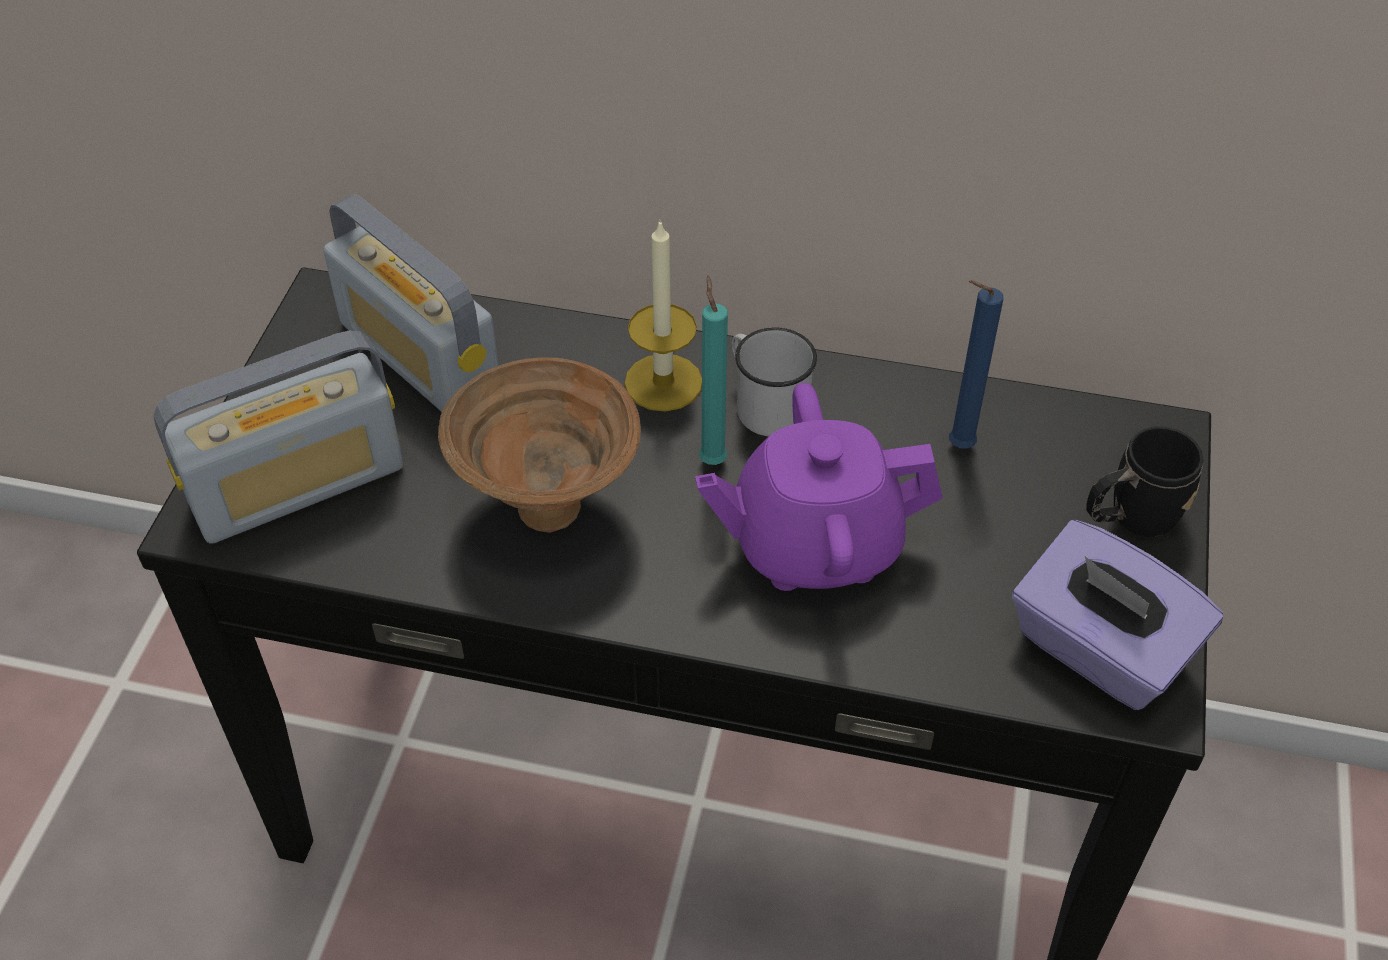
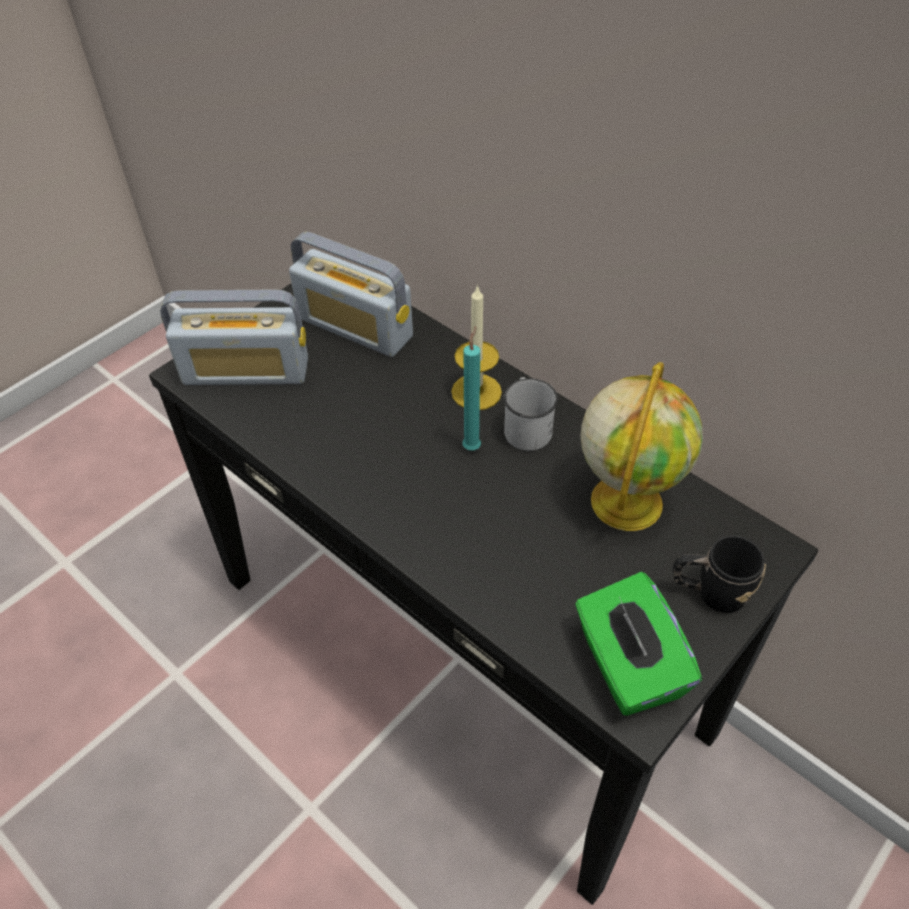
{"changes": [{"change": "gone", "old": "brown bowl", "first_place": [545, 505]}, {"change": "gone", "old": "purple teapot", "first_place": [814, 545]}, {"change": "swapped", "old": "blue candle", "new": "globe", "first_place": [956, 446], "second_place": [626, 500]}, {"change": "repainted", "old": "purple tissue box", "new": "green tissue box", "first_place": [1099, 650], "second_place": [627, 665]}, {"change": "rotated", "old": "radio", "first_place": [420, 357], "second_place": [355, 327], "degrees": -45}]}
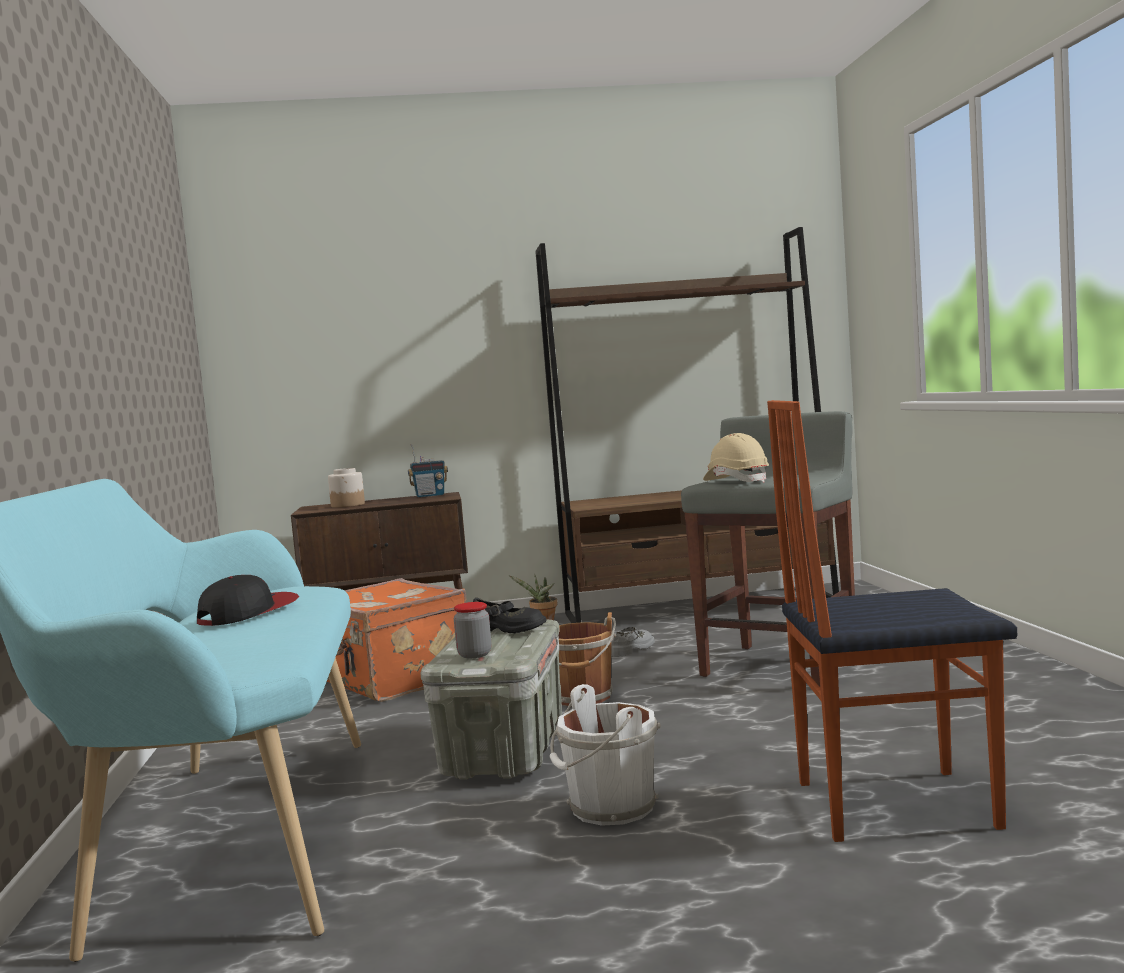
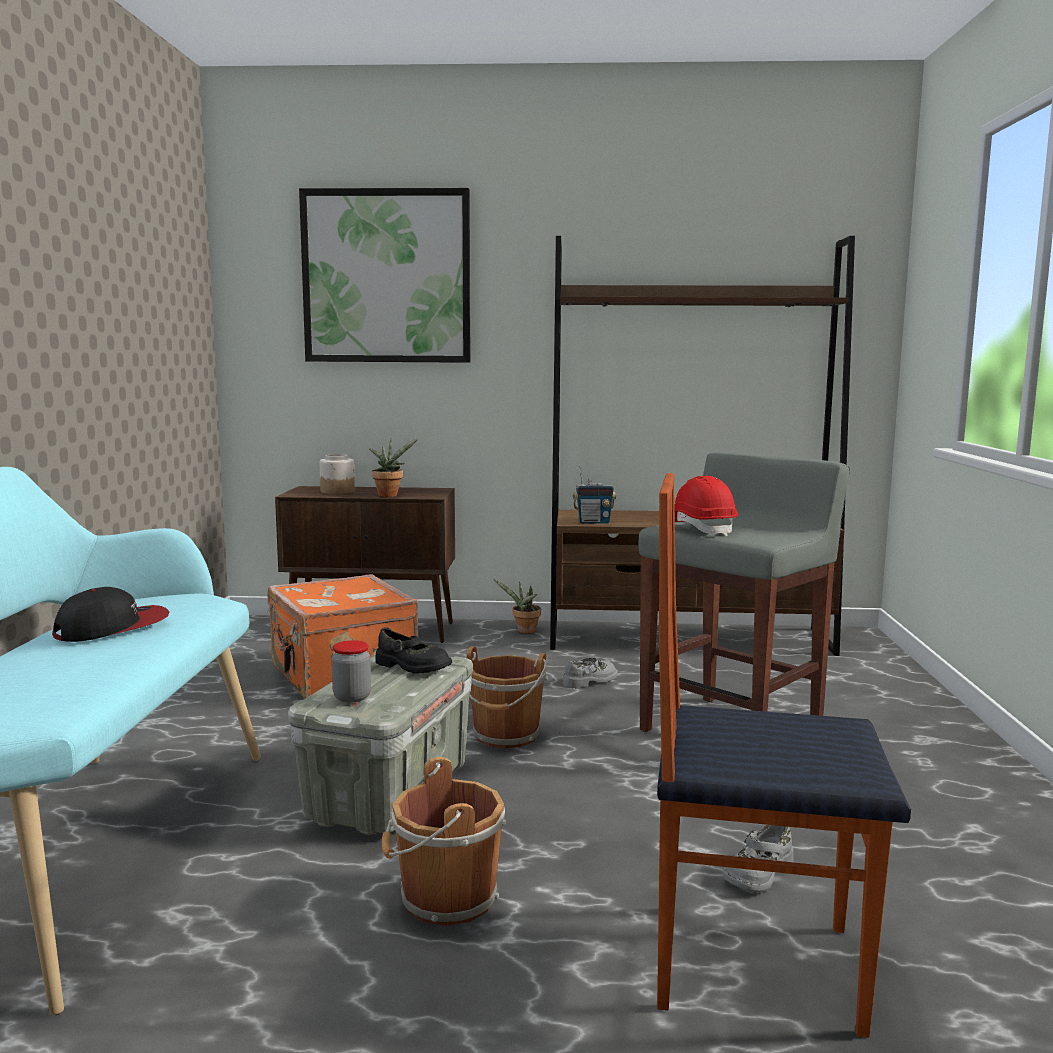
{"changes": [{"change": "new", "new": "picture", "second_place": [386, 277]}, {"change": "new", "new": "potted plant", "second_place": [389, 495]}, {"change": "new", "new": "grey shoe", "second_place": [757, 872]}, {"change": "shifted", "old": "radio", "first_place": [430, 495], "second_place": [593, 522]}, {"change": "repainted", "old": "white bucket", "new": "brown bucket", "first_place": [609, 809], "second_place": [444, 900]}, {"change": "repainted", "old": "beige hard hat", "new": "red hard hat", "first_place": [736, 481], "second_place": [701, 529]}]}
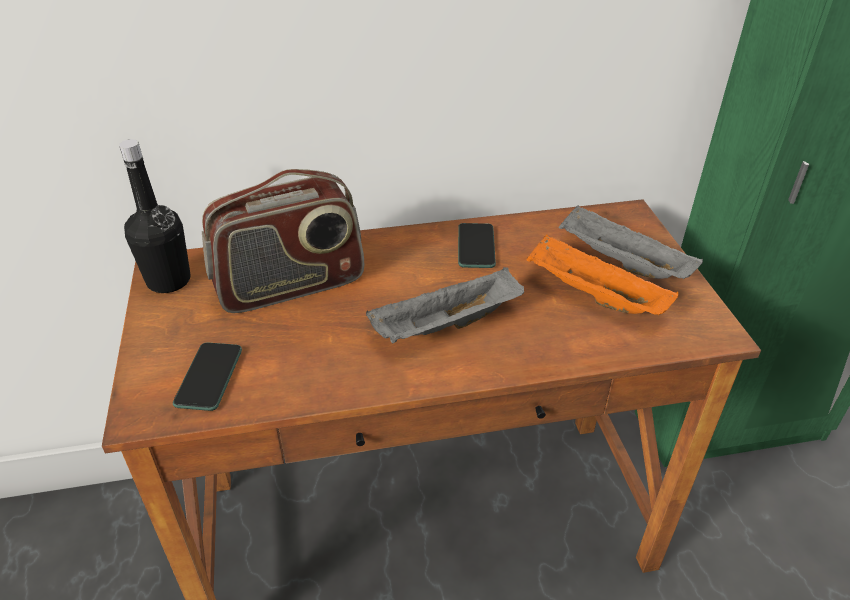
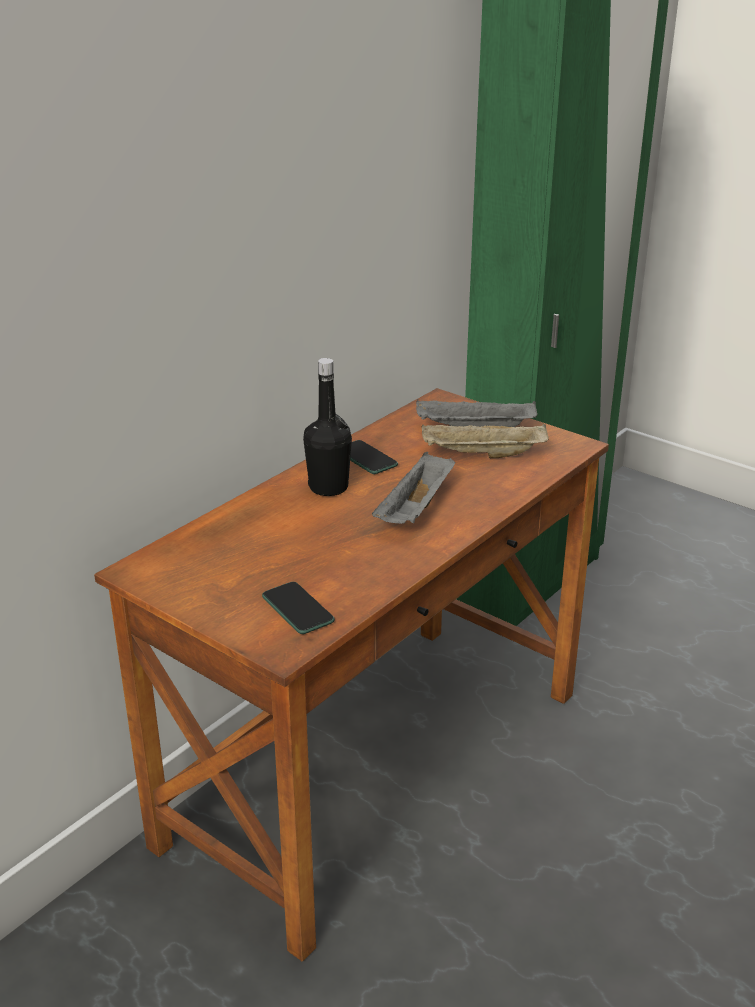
{"changes": [{"change": "gone", "old": "radio", "first_place": [290, 286]}, {"change": "shifted", "old": "black bottle", "first_place": [169, 280], "second_place": [328, 487]}, {"change": "repainted", "old": "orange tray", "new": "beige tray", "first_place": [592, 296], "second_place": [482, 455]}]}
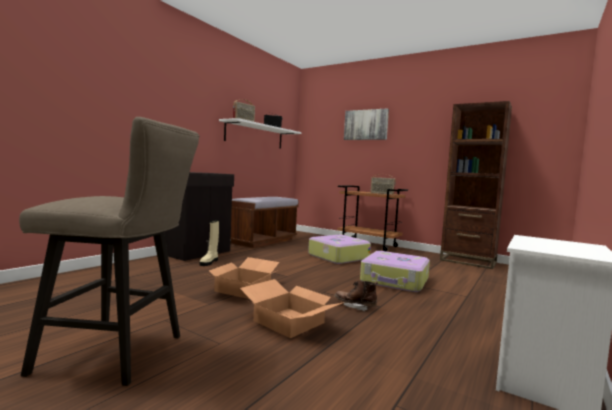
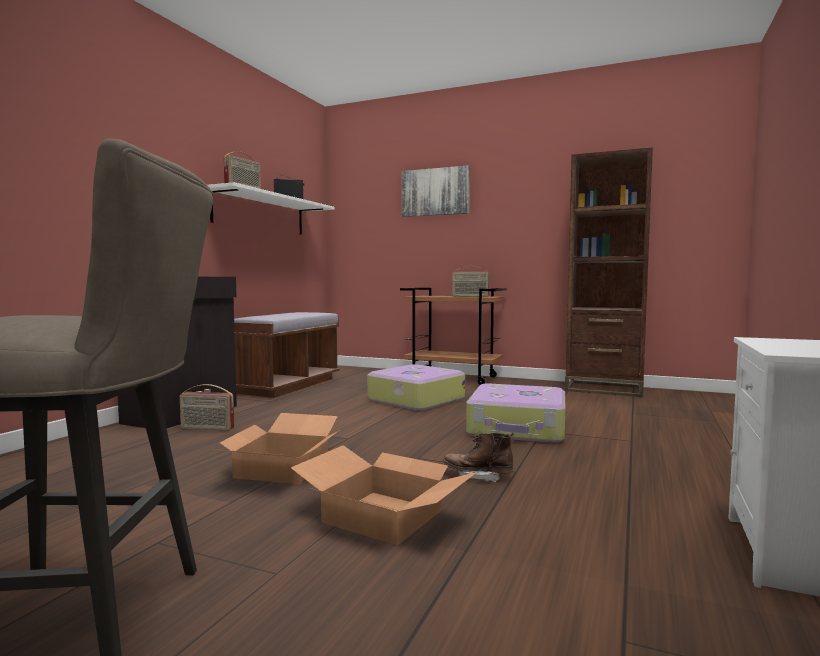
{"changes": [{"change": "swapped", "old": "beige boot", "new": "radio", "first_place": [209, 262], "second_place": [207, 428]}]}
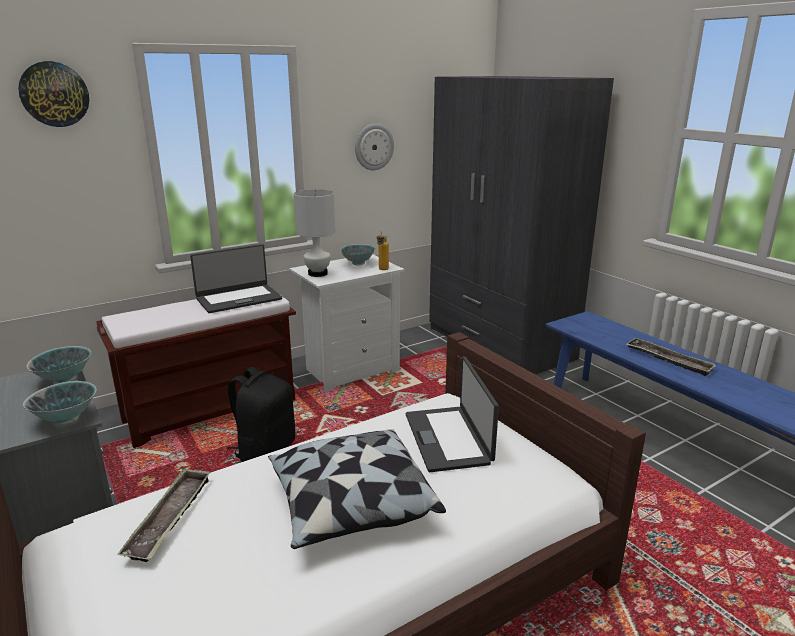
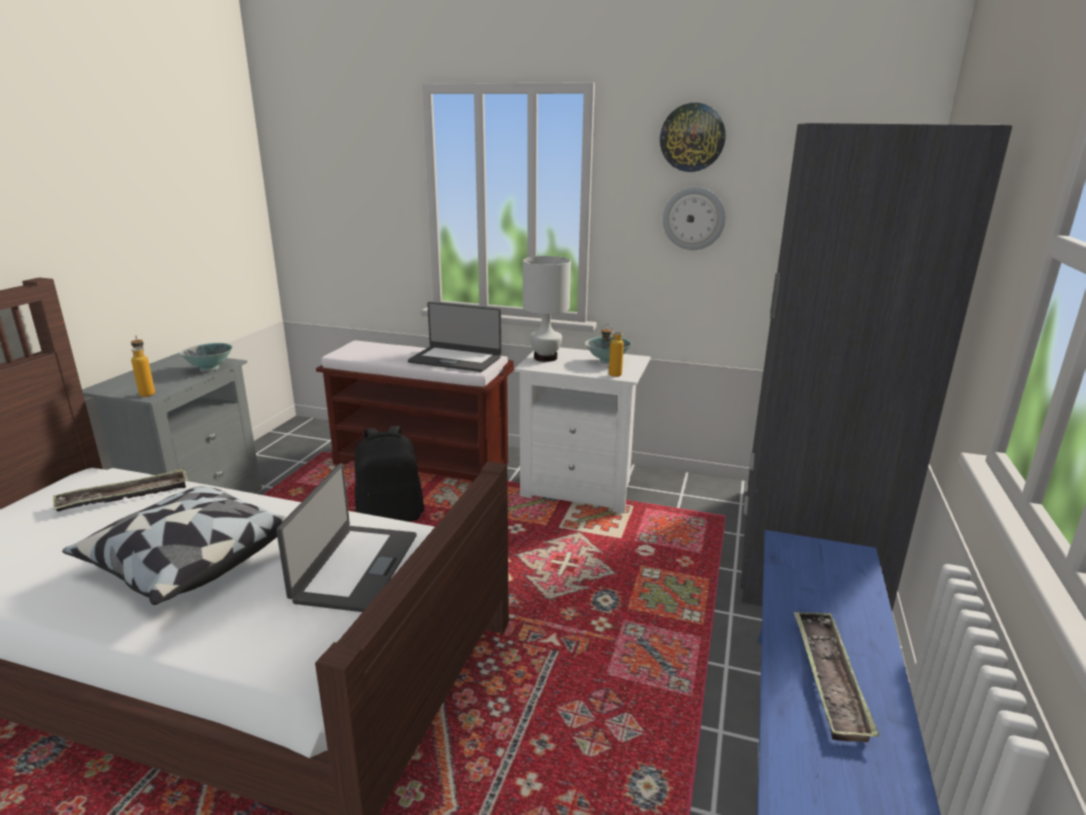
{"changes": [{"change": "shifted", "old": "wall clock", "first_place": [54, 94], "second_place": [692, 137]}, {"change": "swapped", "old": "bowl", "new": "bottle", "first_place": [66, 420], "second_place": [147, 392]}, {"change": "rotated", "old": "laptop", "first_place": [448, 438], "second_place": [355, 567], "degrees": 150}]}
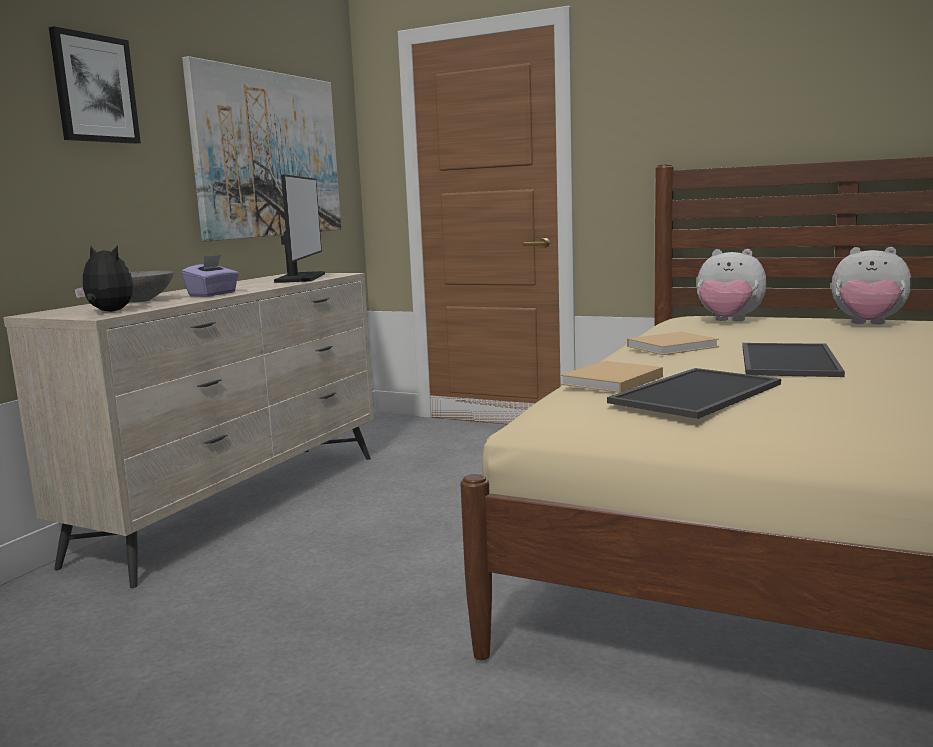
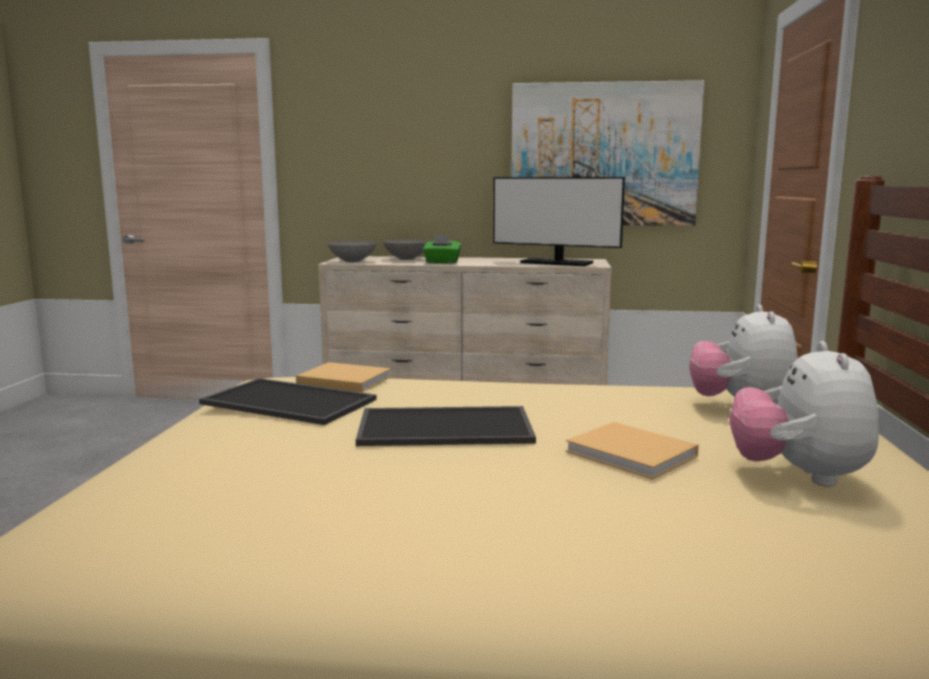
{"changes": [{"change": "gone", "old": "picture", "first_place": [94, 88]}, {"change": "shifted", "old": "beige book", "first_place": [674, 346], "second_place": [634, 455]}, {"change": "swapped", "old": "plush toy", "new": "grey bowl", "first_place": [108, 312], "second_place": [352, 261]}, {"change": "repainted", "old": "purple tissue box", "new": "green tissue box", "first_place": [213, 294], "second_place": [442, 262]}, {"change": "rotated", "old": "monitor", "first_place": [300, 278], "second_place": [556, 263], "degrees": 45}]}
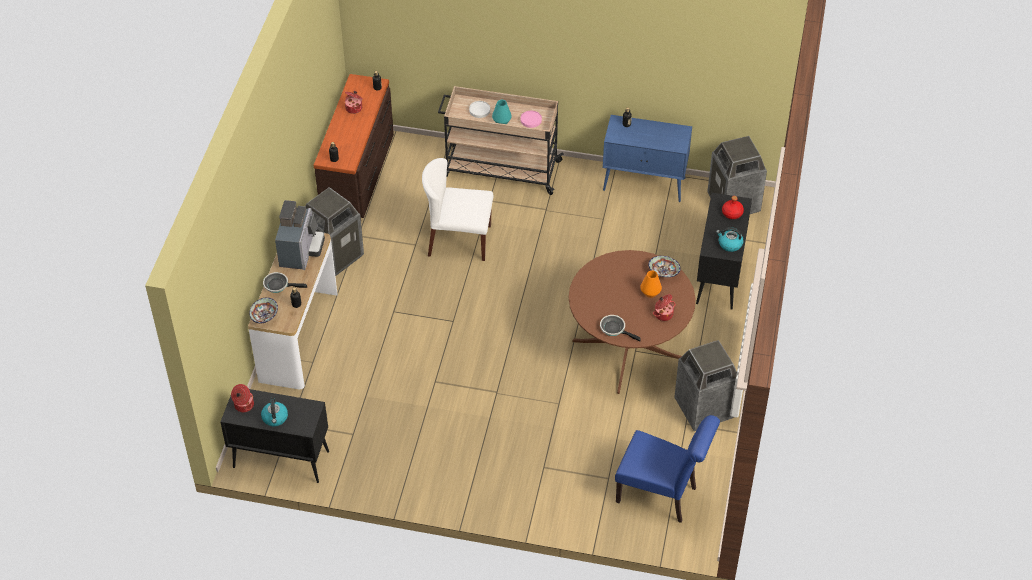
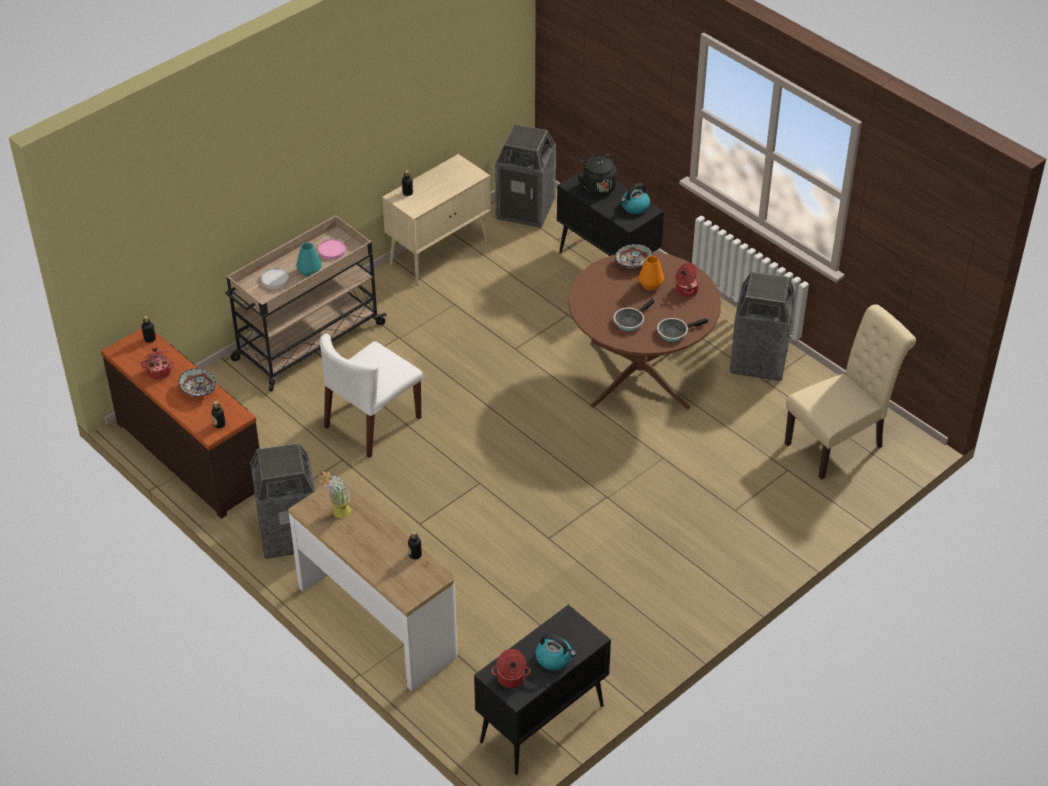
{"changes": [{"change": "shifted", "old": "bowl", "first_place": [265, 316], "second_place": [199, 390]}, {"change": "shifted", "old": "frying pan", "first_place": [278, 285], "second_place": [630, 321]}, {"change": "swapped", "old": "coffee machine", "new": "potted plant", "first_place": [301, 251], "second_place": [338, 514]}, {"change": "swapped", "old": "red bottle", "new": "black kettle", "first_place": [732, 213], "second_place": [597, 185]}, {"change": "repainted", "old": "blue cabinet", "new": "beige cabinet", "first_place": [645, 184], "second_place": [440, 253]}, {"change": "repainted", "old": "blue chair", "new": "beige chair", "first_place": [661, 496], "second_place": [839, 443]}]}
